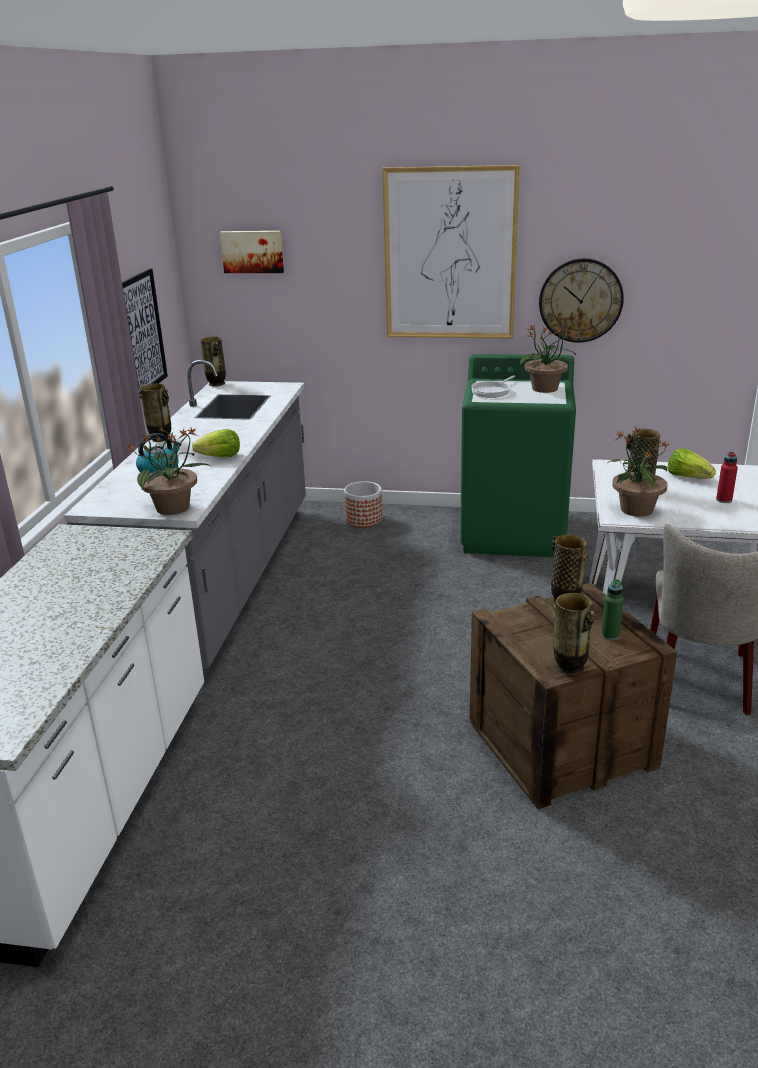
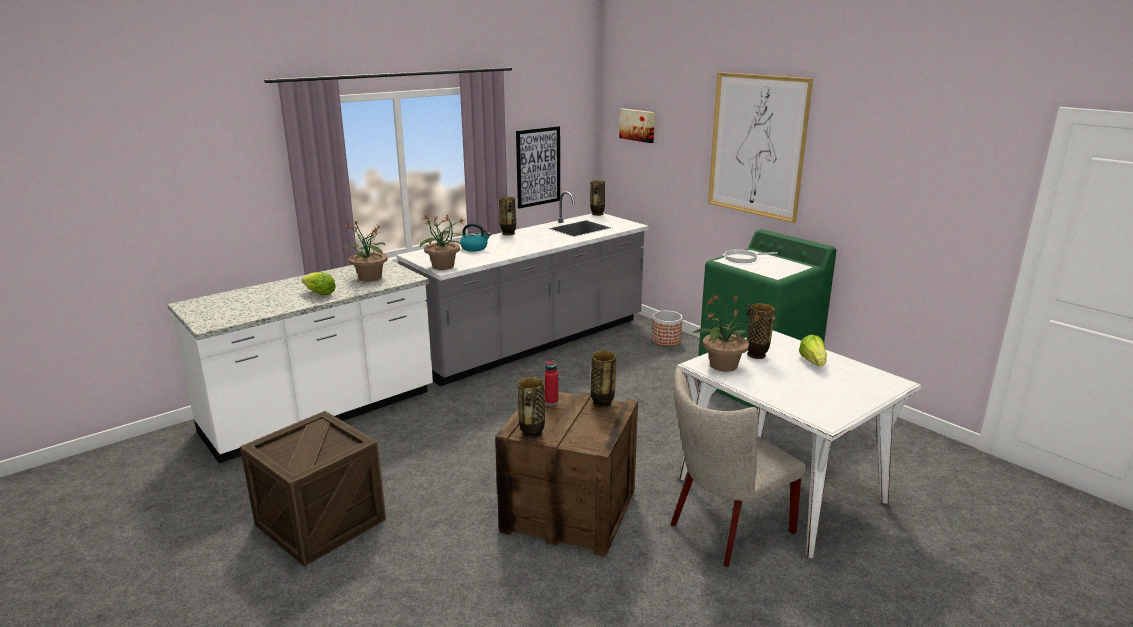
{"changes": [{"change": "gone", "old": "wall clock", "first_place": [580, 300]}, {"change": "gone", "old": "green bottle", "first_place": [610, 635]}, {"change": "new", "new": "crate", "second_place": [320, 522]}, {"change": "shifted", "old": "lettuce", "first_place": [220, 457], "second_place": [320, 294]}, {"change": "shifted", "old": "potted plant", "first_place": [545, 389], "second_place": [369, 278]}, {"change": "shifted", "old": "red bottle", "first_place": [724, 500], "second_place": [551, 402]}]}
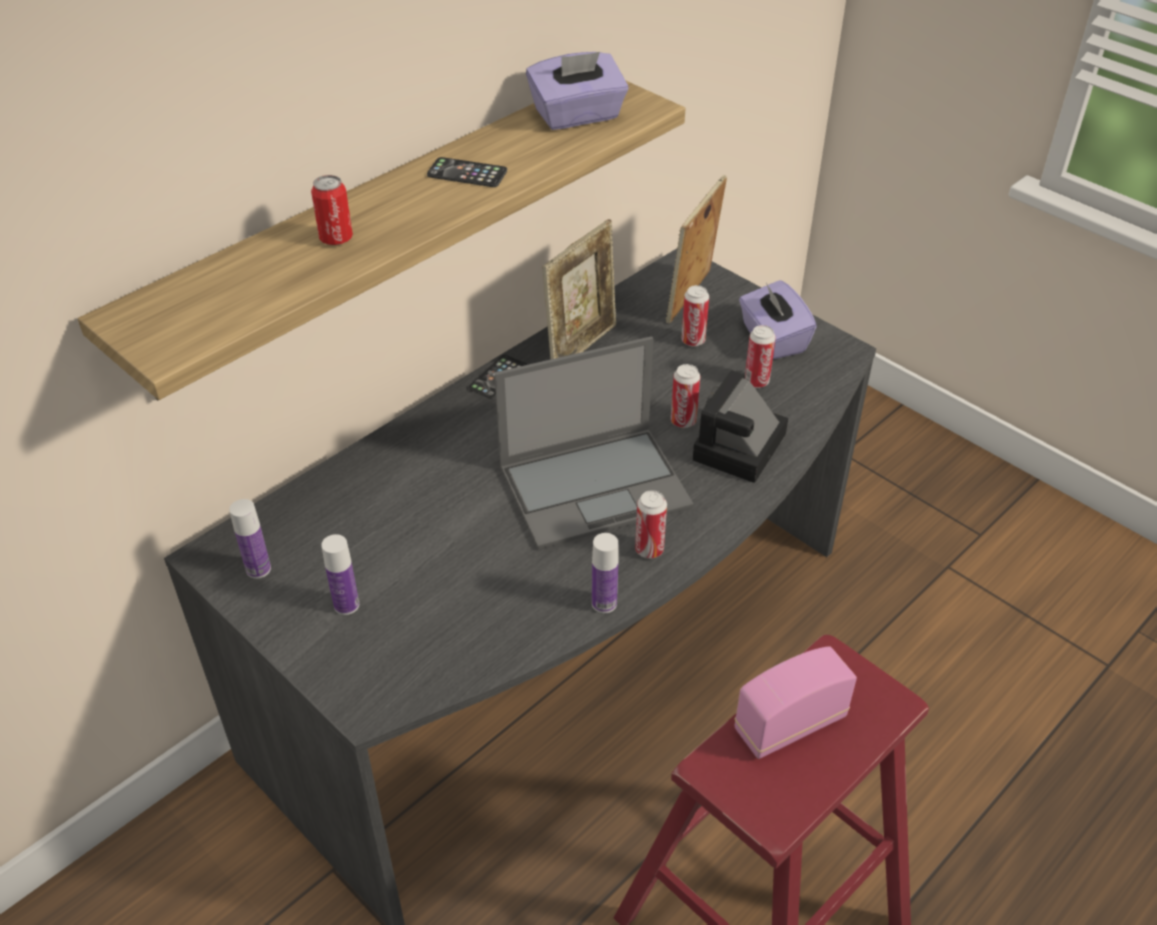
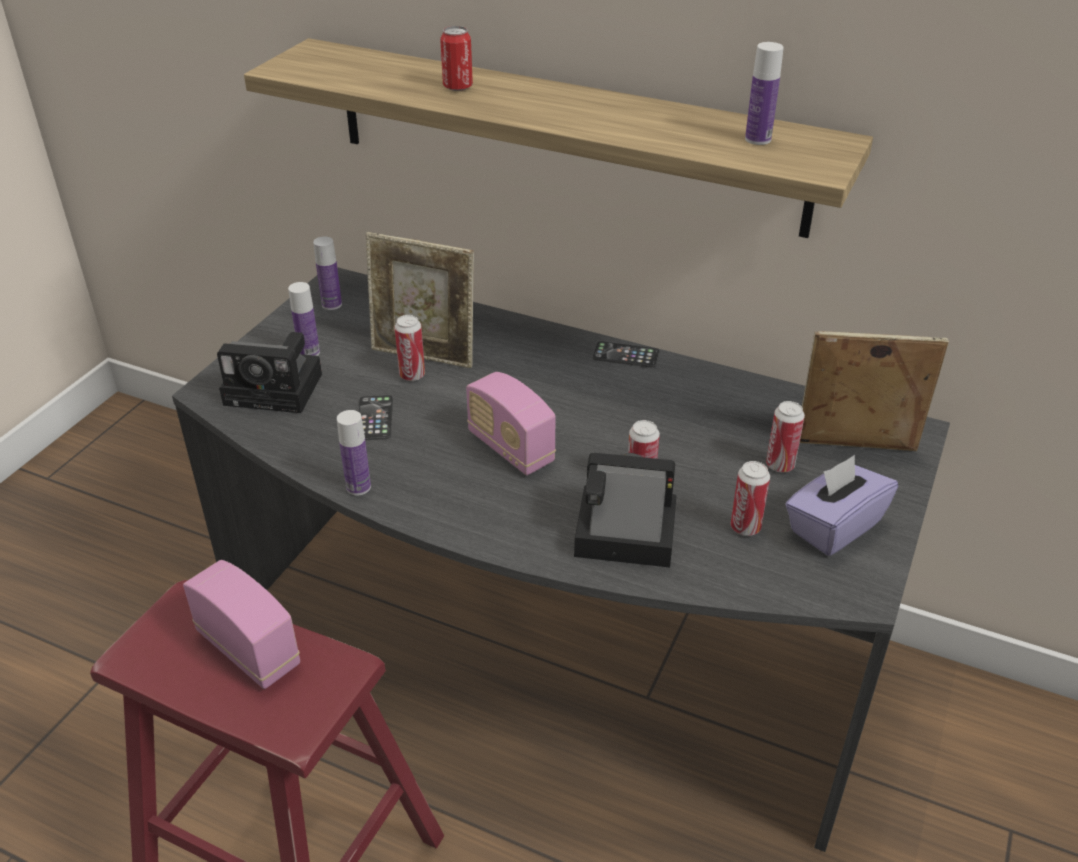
{"changes": [{"change": "new", "new": "photo camera", "second_place": [278, 389]}, {"change": "shifted", "old": "phone", "first_place": [467, 173], "second_place": [375, 418]}, {"change": "shifted", "old": "picture frame", "first_place": [581, 346], "second_place": [424, 355]}, {"change": "shifted", "old": "can", "first_place": [649, 550], "second_place": [412, 375]}, {"change": "swapped", "old": "laptop", "new": "radio", "first_place": [596, 486], "second_place": [510, 448]}, {"change": "swapped", "old": "purple tissue box", "new": "bottle", "first_place": [577, 116], "second_place": [758, 139]}]}
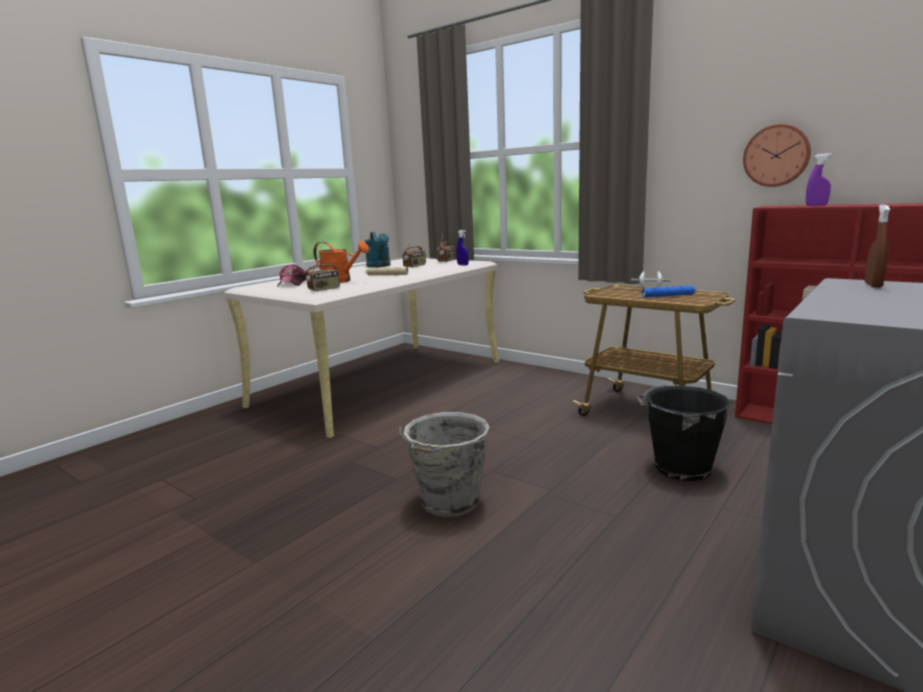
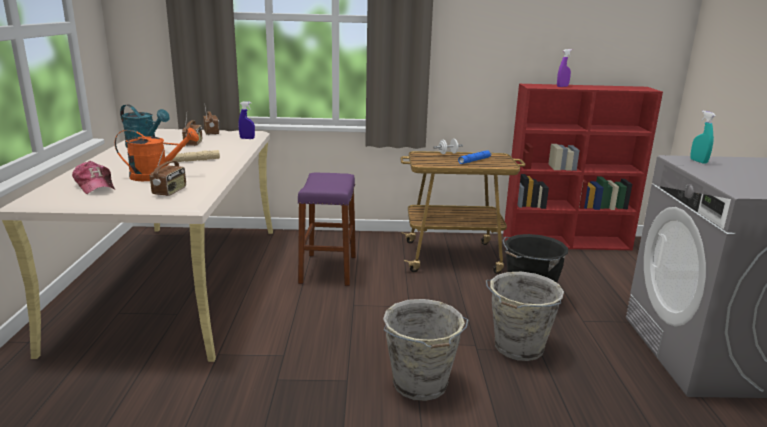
{"changes": [{"change": "gone", "old": "wall clock", "first_place": [776, 155]}, {"change": "new", "new": "purple stool", "second_place": [328, 269]}, {"change": "new", "new": "grey bucket", "second_place": [517, 348]}, {"change": "repainted", "old": "brown spray bottle", "new": "turquoise spray bottle", "first_place": [873, 285], "second_place": [698, 161]}]}
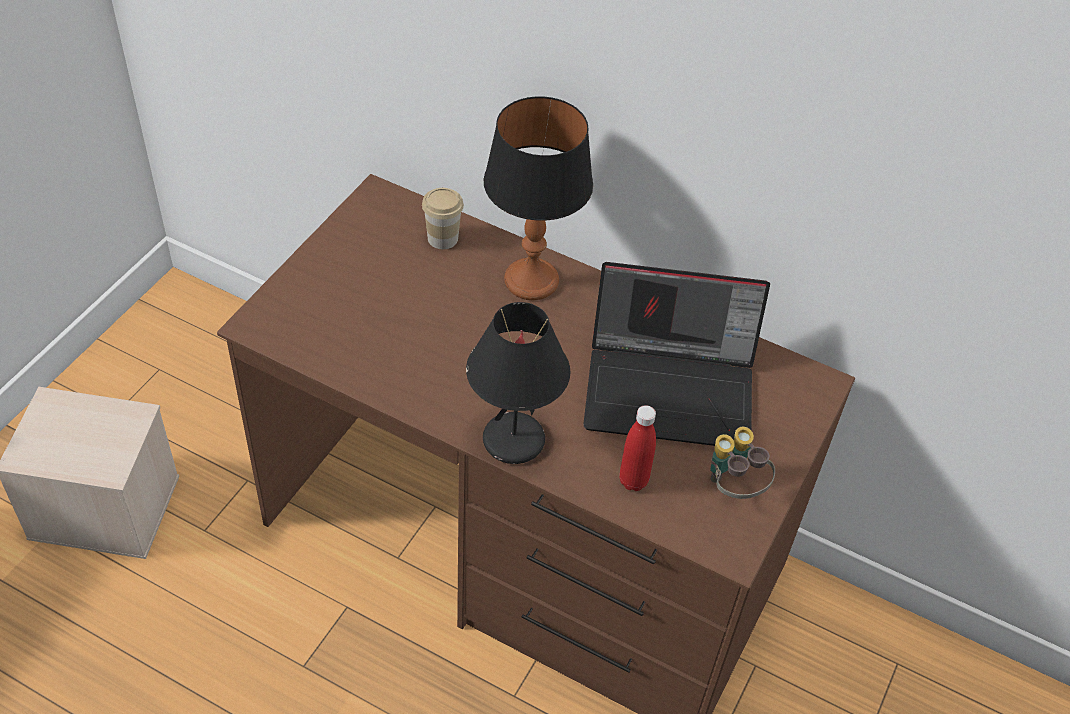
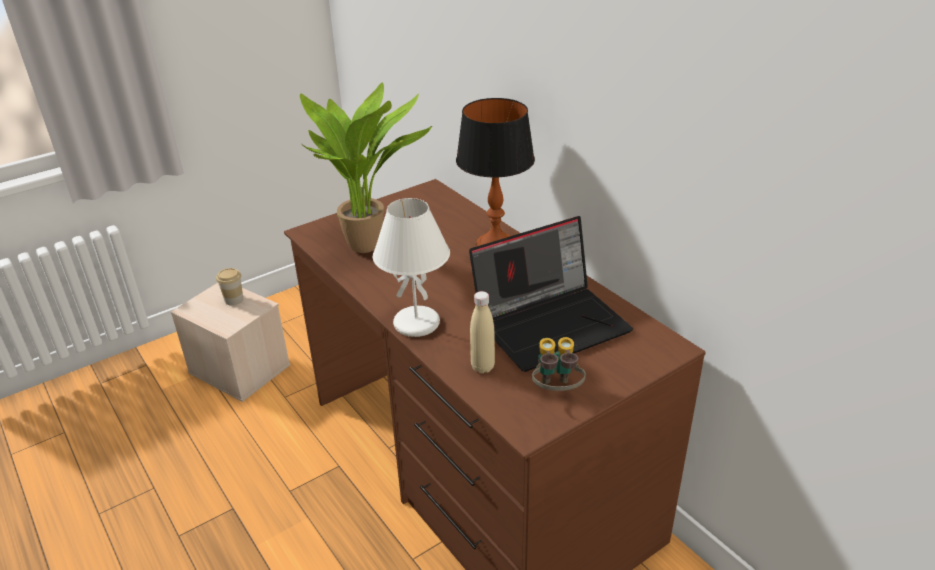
{"changes": [{"change": "new", "new": "potted plant", "second_place": [370, 245]}, {"change": "shifted", "old": "cup", "first_place": [442, 238], "second_place": [234, 300]}, {"change": "repainted", "old": "black table lamp", "new": "white table lamp", "first_place": [514, 439], "second_place": [417, 323]}, {"change": "repainted", "old": "red bottle", "new": "beige bottle", "first_place": [633, 481], "second_place": [482, 367]}, {"change": "rotated", "old": "laptop", "first_place": [672, 389], "second_place": [551, 323], "degrees": -60}]}
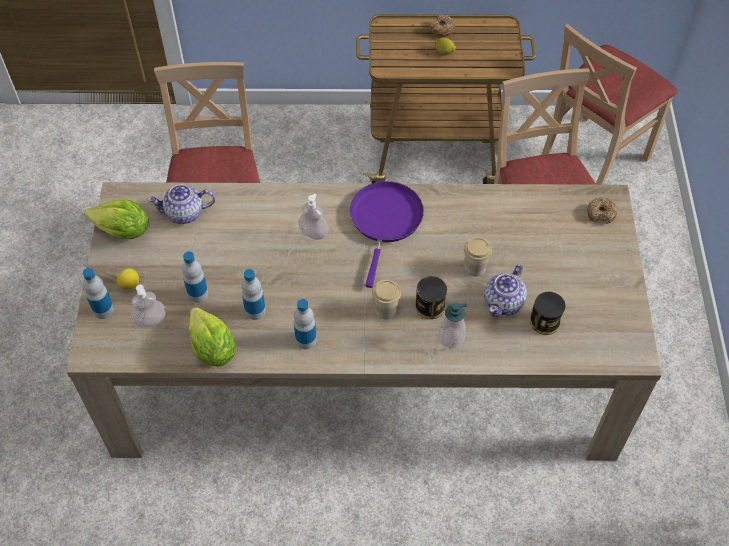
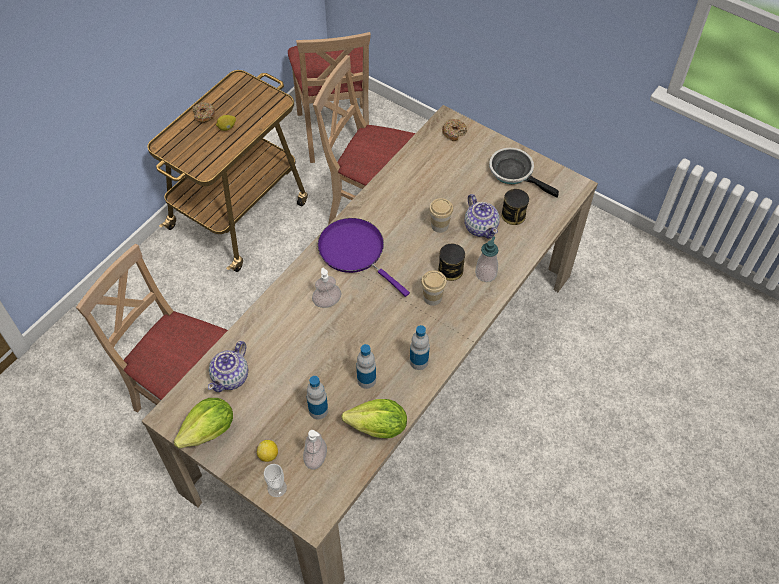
{"changes": [{"change": "new", "new": "frying pan", "second_place": [514, 172]}, {"change": "swapped", "old": "bottle", "new": "cup", "first_place": [103, 310], "second_place": [277, 488]}]}
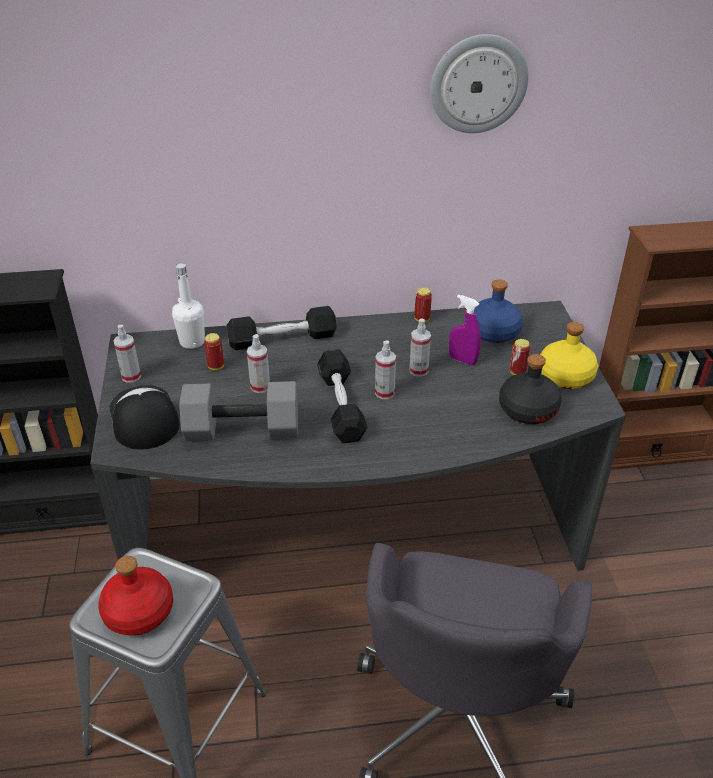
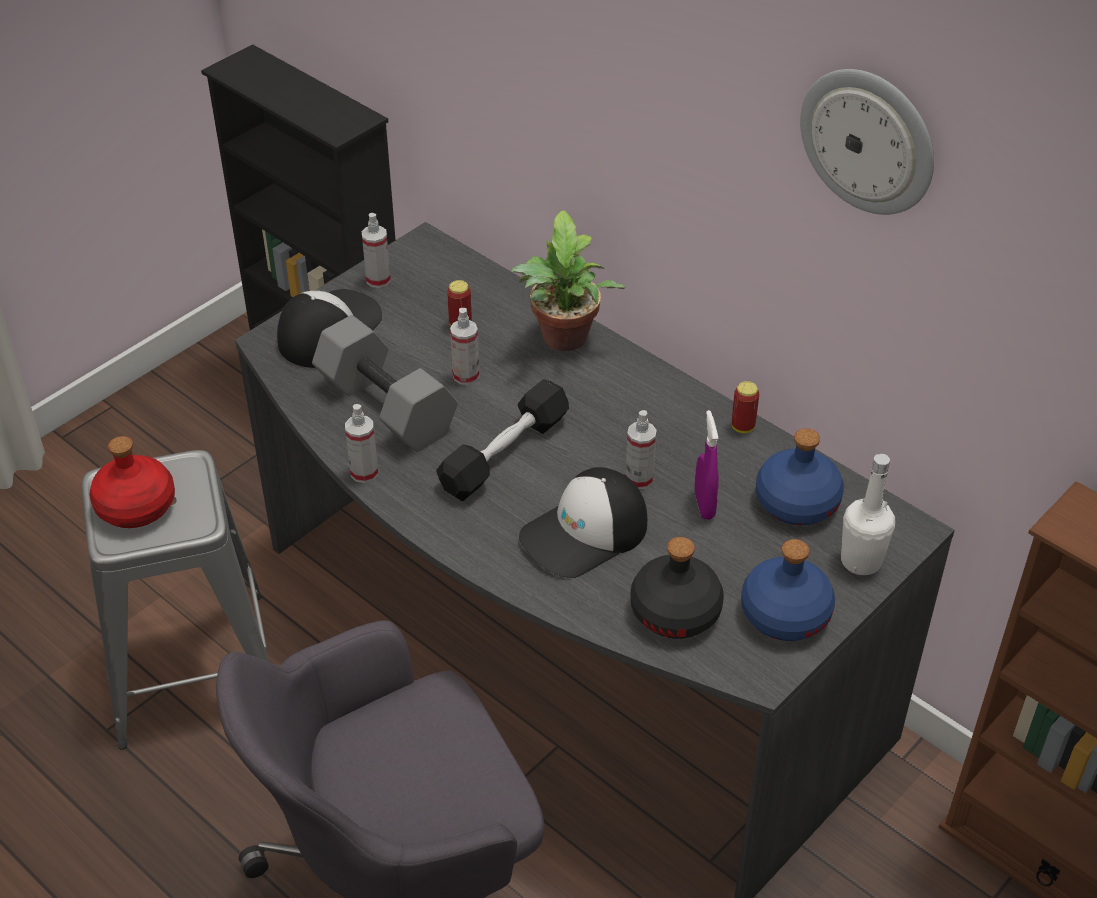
{"changes": [{"change": "gone", "old": "can", "first_place": [517, 372]}, {"change": "new", "new": "cap", "second_place": [585, 533]}, {"change": "shifted", "old": "white bottle", "first_place": [192, 342], "second_place": [861, 561]}, {"change": "shifted", "old": "spray bottle", "first_place": [384, 393], "second_place": [364, 473]}, {"change": "swapped", "old": "black dumbbell", "new": "potted plant", "first_place": [282, 339], "second_place": [564, 341]}, {"change": "repainted", "old": "yellow bottle", "new": "blue bottle", "first_place": [564, 376], "second_place": [784, 613]}]}
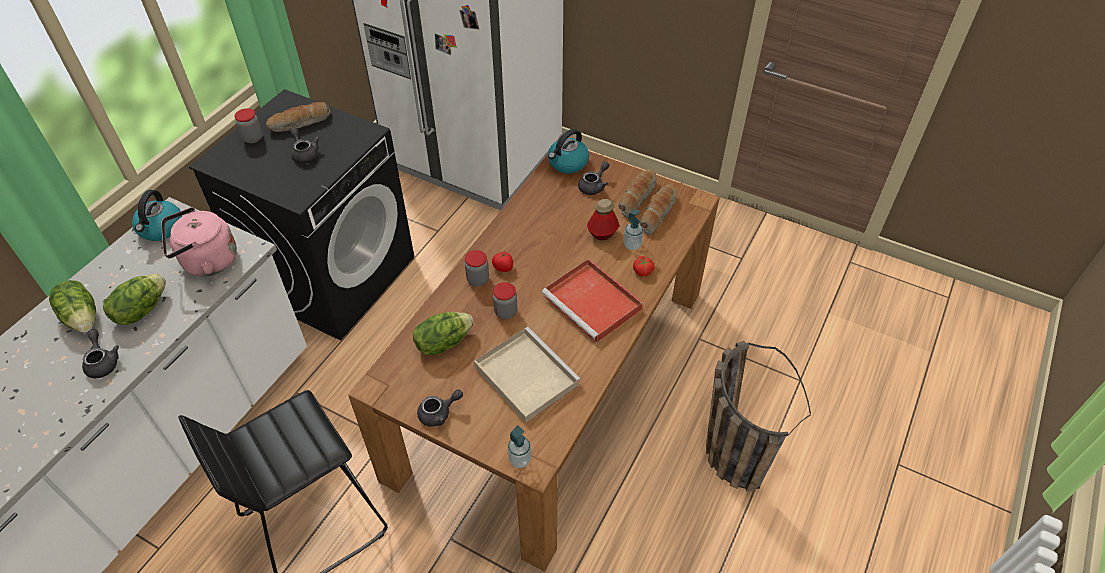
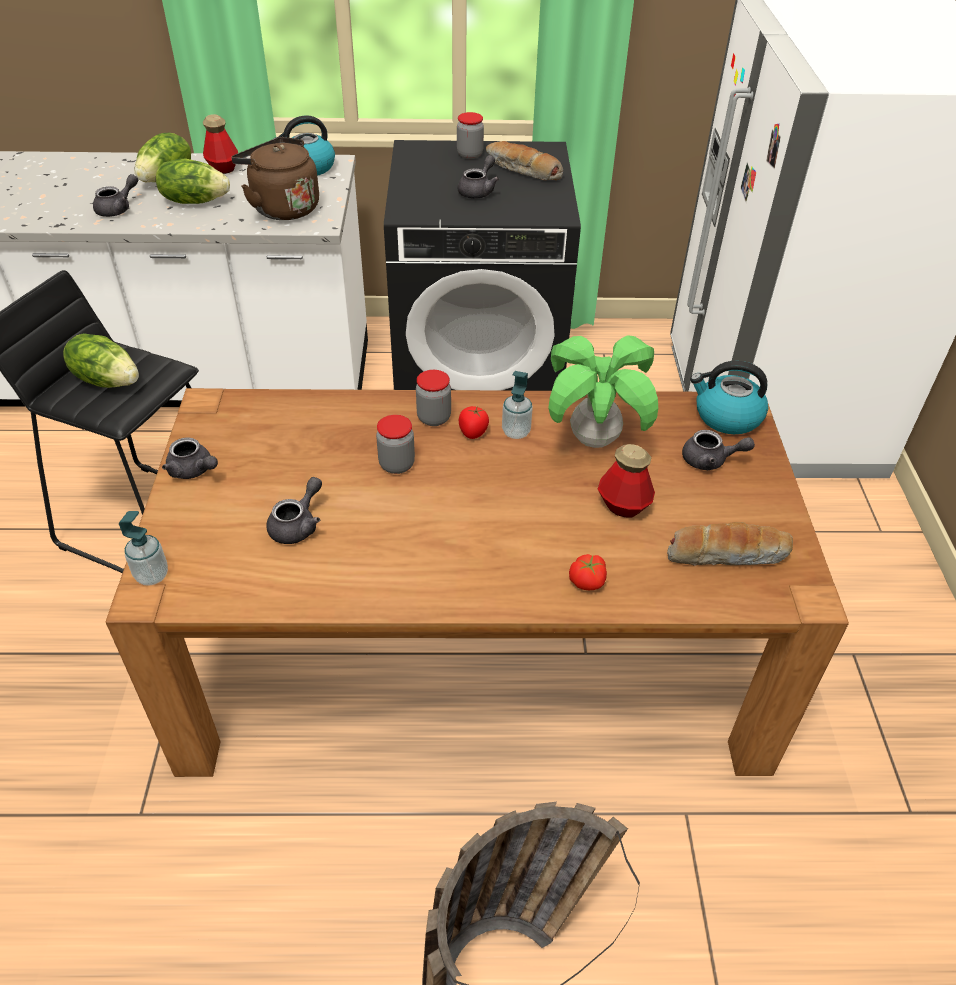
{"changes": [{"change": "gone", "old": "red tray", "first_place": [593, 303]}, {"change": "gone", "old": "bread", "first_place": [636, 197]}, {"change": "new", "new": "bottle", "second_place": [223, 168]}, {"change": "new", "new": "potted plant", "second_place": [593, 439]}, {"change": "shifted", "old": "lettuce", "first_place": [443, 342], "second_place": [108, 380]}, {"change": "shifted", "old": "soap dispenser", "first_place": [632, 245], "second_place": [516, 432]}, {"change": "swapped", "old": "beige tray", "new": "grey teapot", "first_place": [524, 375], "second_place": [298, 525]}, {"change": "repainted", "old": "pink kettle", "new": "brown kettle", "first_place": [206, 262], "second_place": [282, 208]}]}
